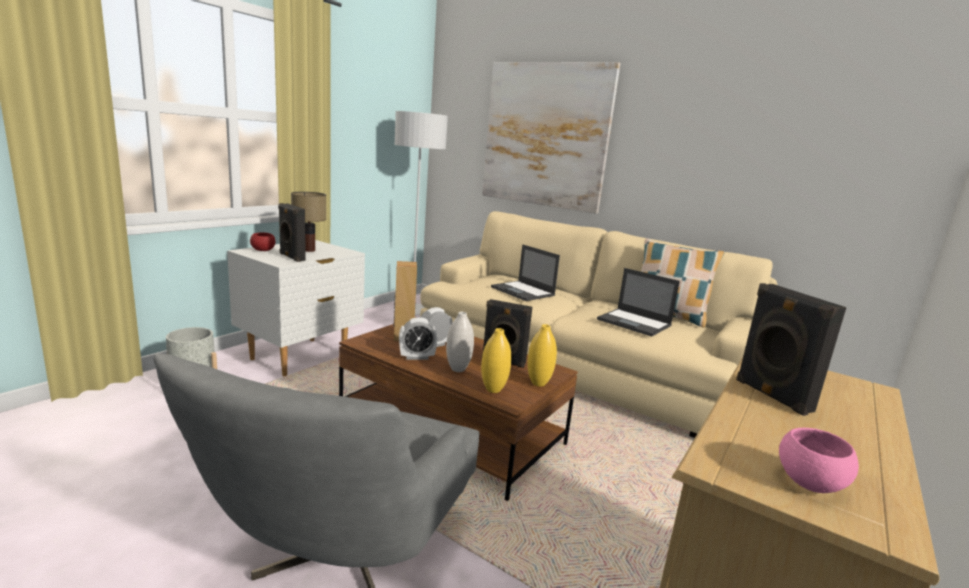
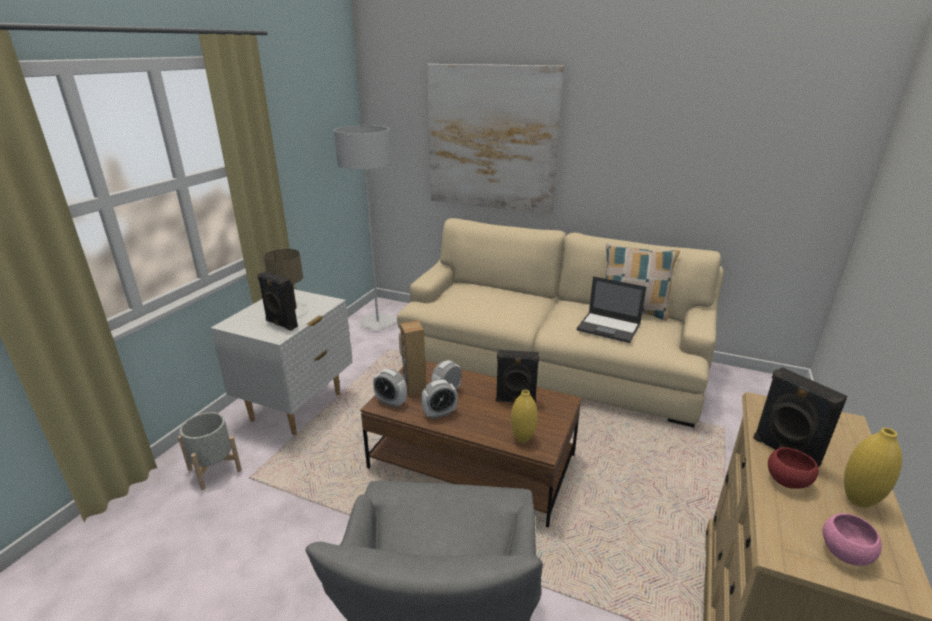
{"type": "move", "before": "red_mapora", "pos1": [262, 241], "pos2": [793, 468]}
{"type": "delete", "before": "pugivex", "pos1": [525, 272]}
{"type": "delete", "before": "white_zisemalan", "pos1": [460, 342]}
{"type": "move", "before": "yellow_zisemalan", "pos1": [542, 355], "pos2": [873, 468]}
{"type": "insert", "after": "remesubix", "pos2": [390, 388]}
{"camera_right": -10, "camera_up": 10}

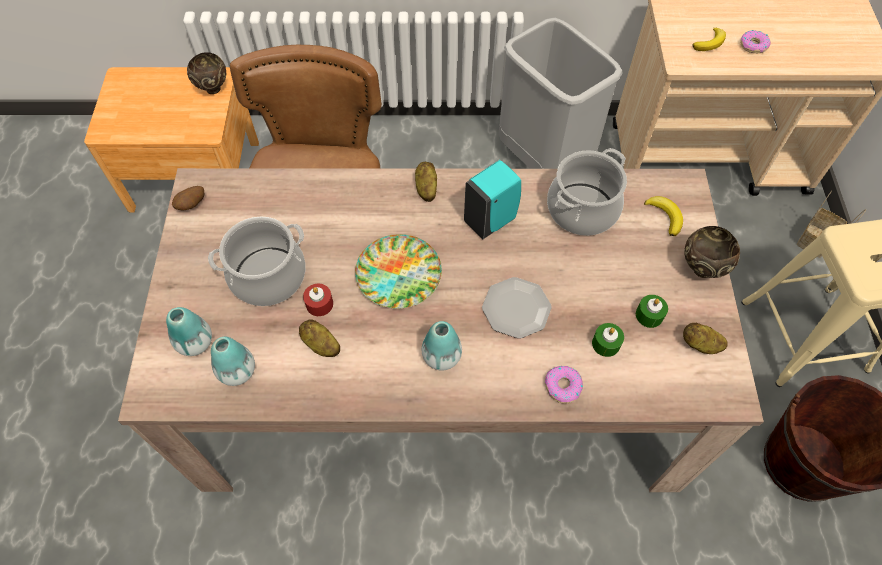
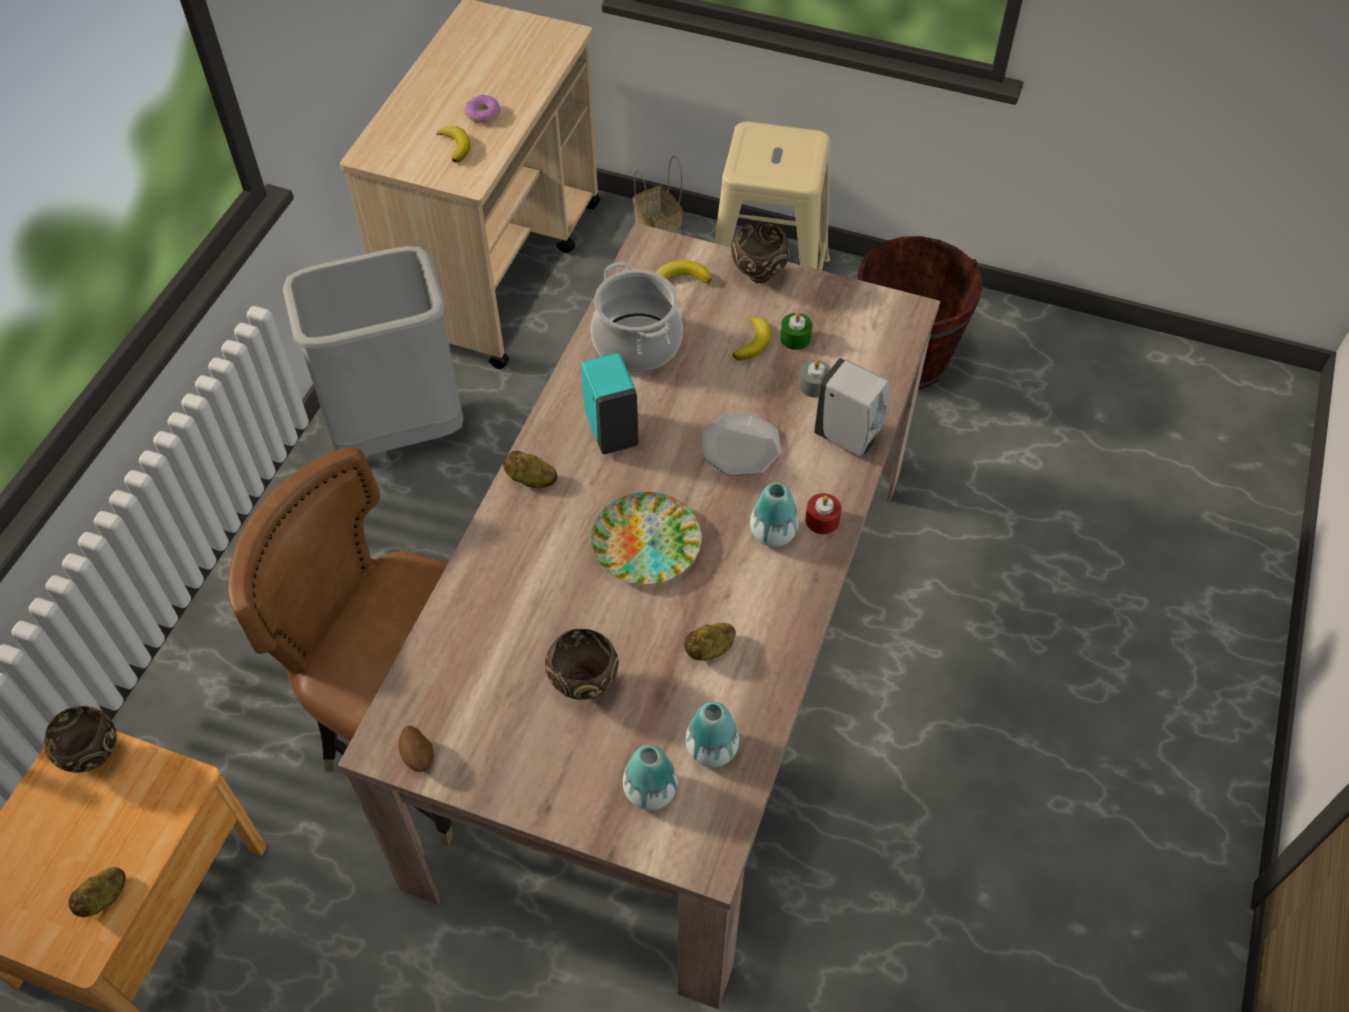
{"type": "replace", "before": "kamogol", "after": "brown_mapora", "pos1": [257, 261], "pos2": [582, 664]}
{"type": "move", "before": "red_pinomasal", "pos1": [318, 300], "pos2": [823, 513]}
{"type": "recolor", "before": "green_pinomasal", "after": "grey_pinomasal", "pos1": [608, 340], "pos2": [815, 378]}
{"type": "move", "before": "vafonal", "pos1": [705, 338], "pos2": [97, 892]}
{"type": "replace", "before": "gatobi", "after": "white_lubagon", "pos1": [564, 385], "pos2": [851, 407]}
{"type": "insert", "after": "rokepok", "pos2": [752, 339]}
{"camera_right": -70, "camera_up": -5}

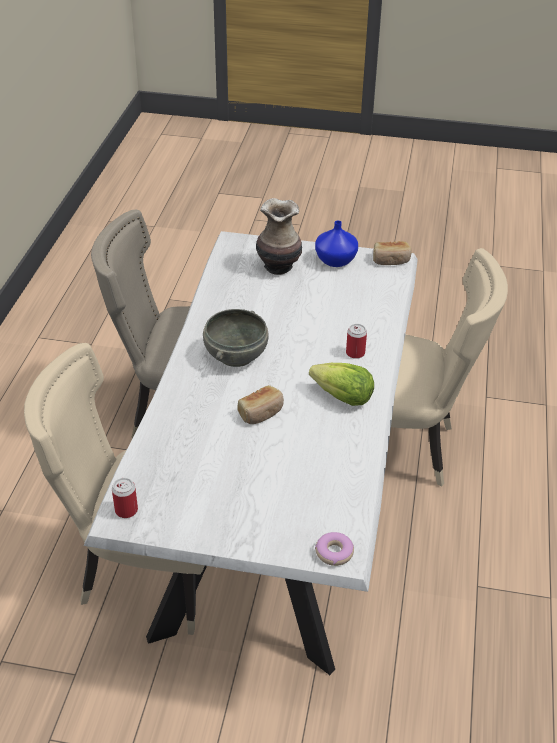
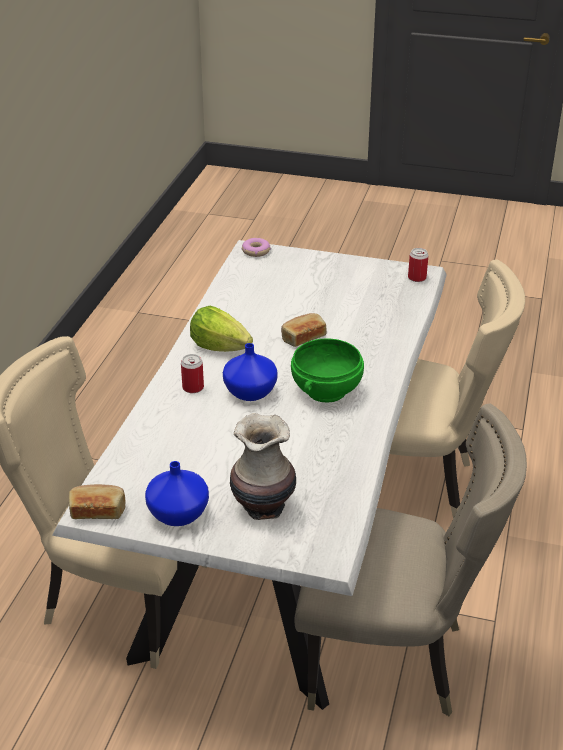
{"type": "recolor", "before": "grey_mapora", "after": "green_mapora", "pos1": [236, 338], "pos2": [327, 370]}
{"type": "insert", "after": "blue_zisemalan", "pos2": [250, 372]}
{"camera_right": -175, "camera_up": -5}

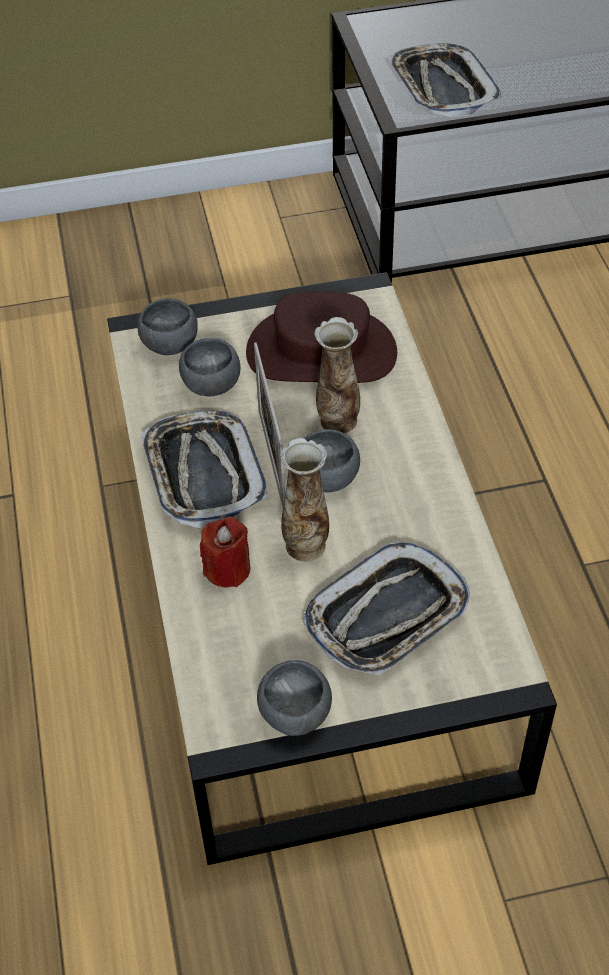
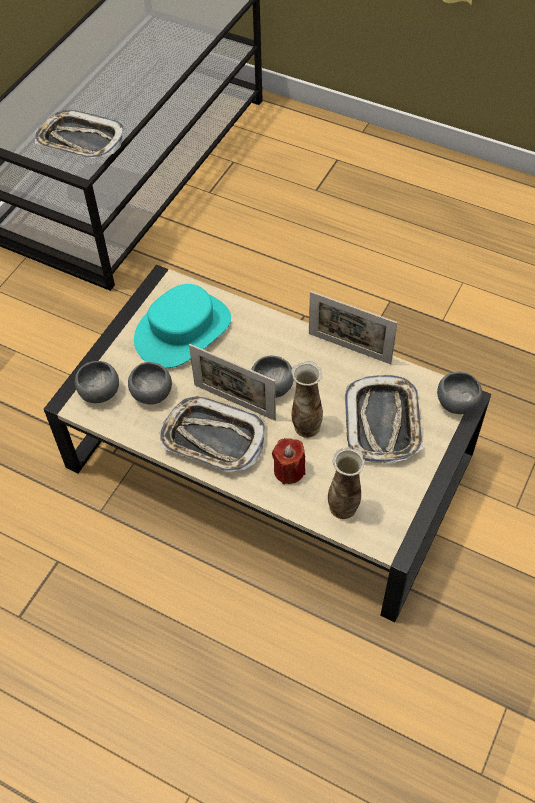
{"type": "recolor", "before": "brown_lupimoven", "after": "turquoise_lupimoven", "pos1": [321, 337], "pos2": [182, 326]}
{"type": "move", "before": "zisemalan", "pos1": [337, 375], "pos2": [346, 483]}
{"type": "move", "before": "grey_mapora", "pos1": [294, 698], "pos2": [459, 393]}
{"type": "insert", "after": "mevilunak", "pos2": [353, 327]}
{"camera_right": -50, "camera_up": 5}

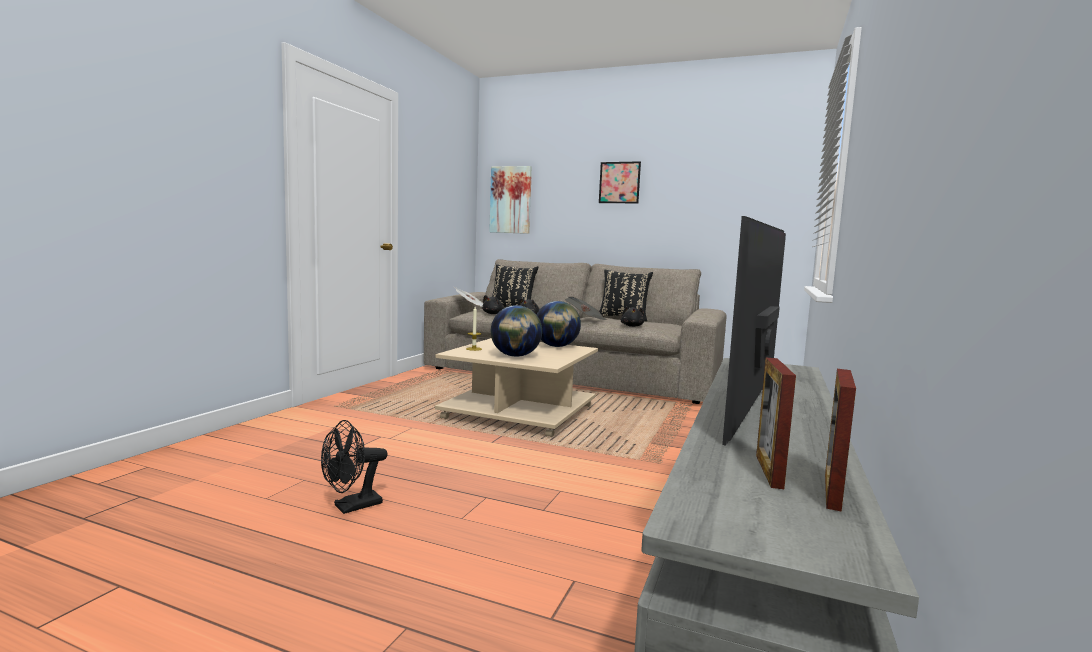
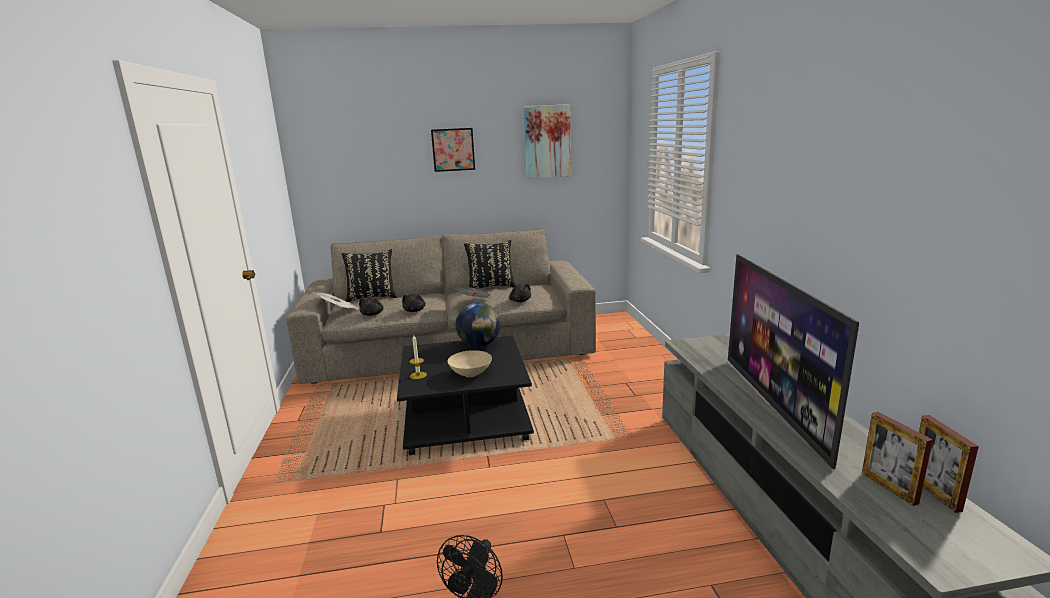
{"type": "move", "before": "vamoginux", "pos1": [510, 200], "pos2": [547, 141]}
{"type": "replace", "before": "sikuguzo", "after": "beige_mapora", "pos1": [516, 331], "pos2": [470, 363]}
{"type": "recolor", "before": "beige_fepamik", "after": "black_fepamik", "pos1": [516, 387], "pos2": [465, 395]}
{"camera_right": -30, "camera_up": 10}

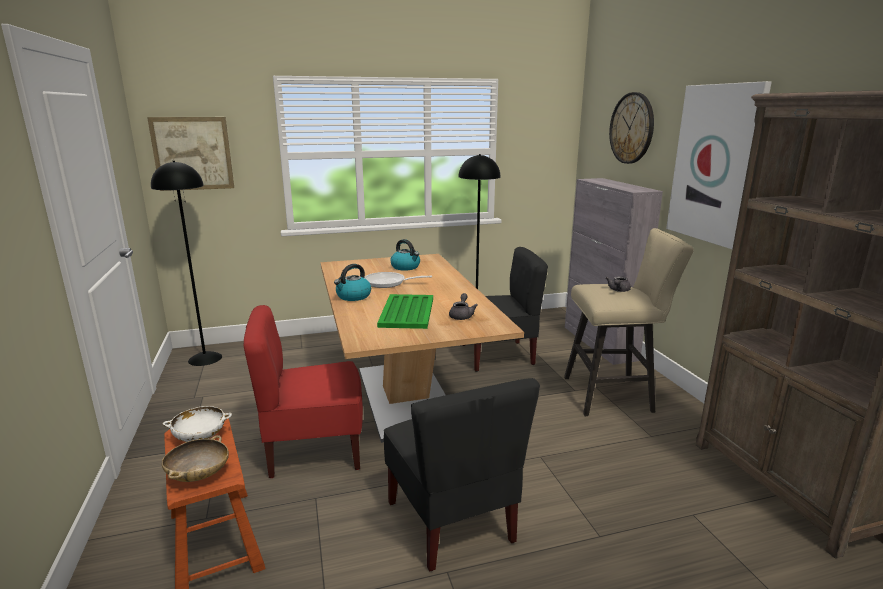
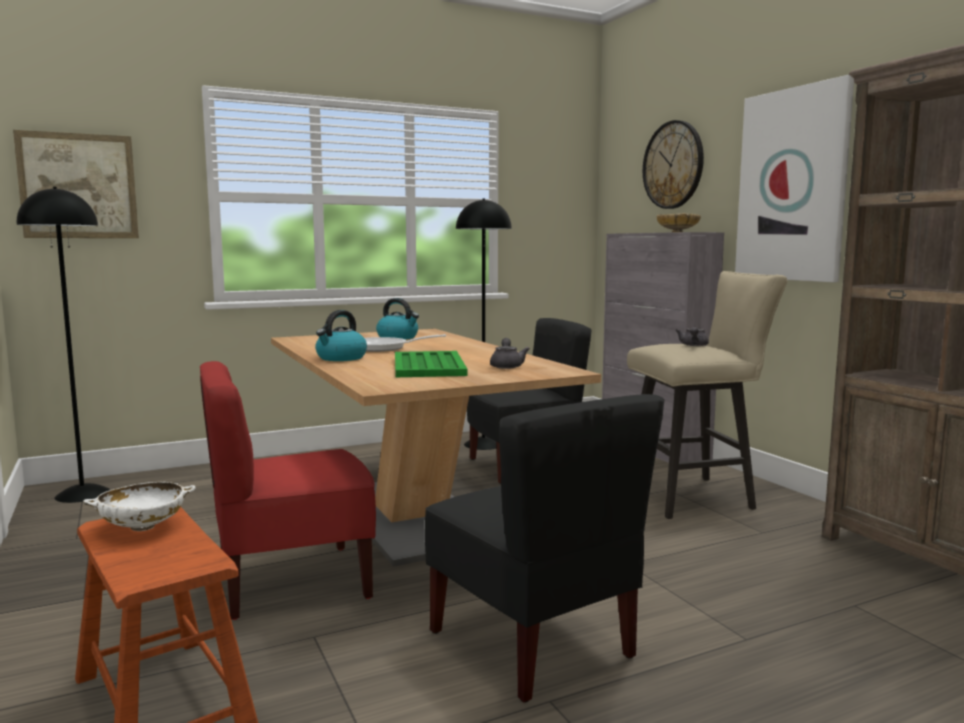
{"type": "move", "before": "beige_mapora", "pos1": [195, 458], "pos2": [679, 222]}
{"camera_right": -10, "camera_up": -10}

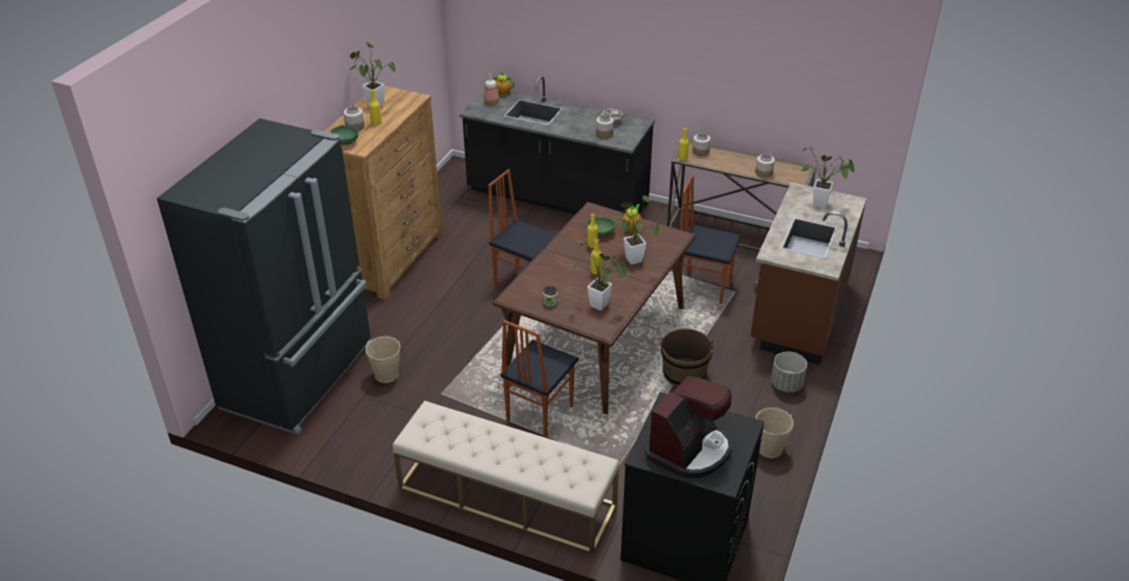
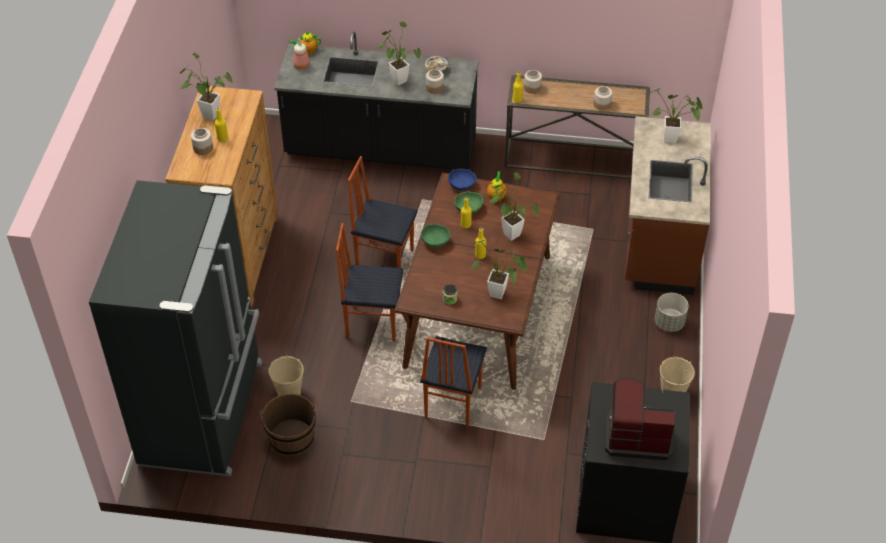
{"type": "move", "before": "green_mapora", "pos1": [344, 134], "pos2": [436, 235]}
{"type": "move", "before": "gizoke", "pos1": [710, 239], "pos2": [369, 282]}
{"type": "move", "before": "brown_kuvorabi", "pos1": [687, 357], "pos2": [288, 425]}
{"type": "rotate", "before": "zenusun", "pos1": [688, 427], "pos2": [640, 419], "turn": -105}
{"type": "delete", "before": "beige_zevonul", "pos1": [506, 478]}
{"type": "insert", "after": "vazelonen", "pos2": [399, 53]}
{"type": "insert", "after": "blue_mapora", "pos2": [462, 180]}
{"camera_right": -15, "camera_up": 10}

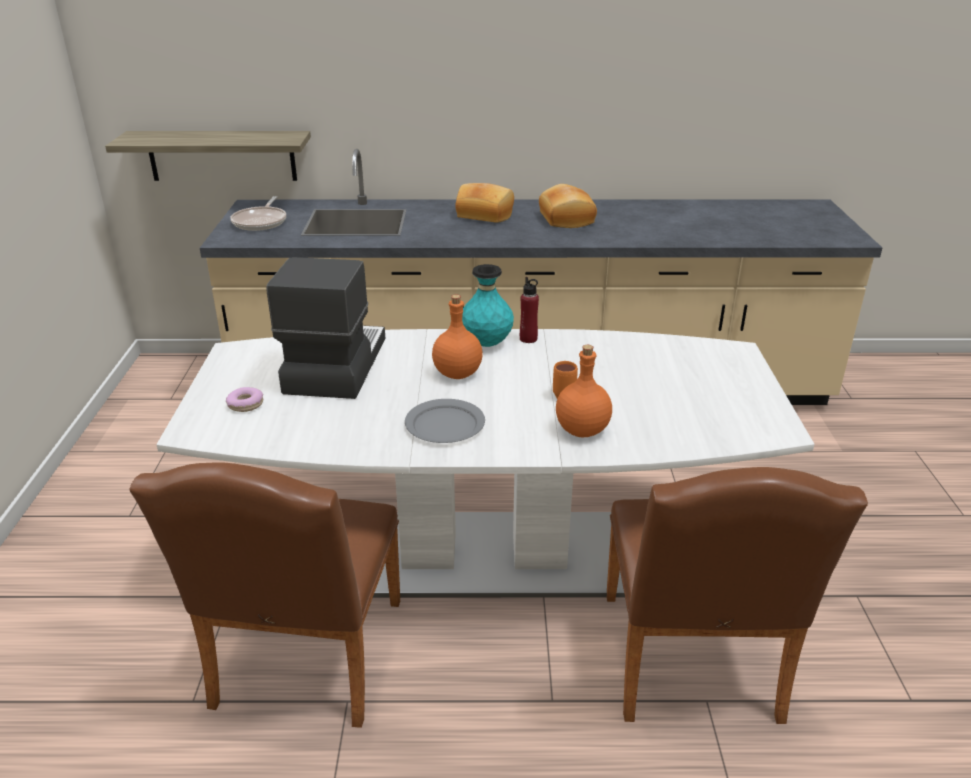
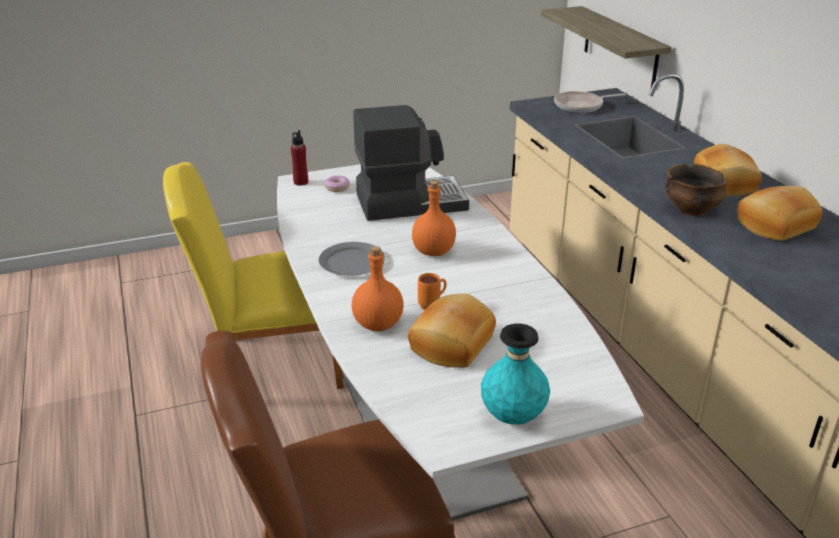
{"type": "move", "before": "turquoise_zisemalan", "pos1": [488, 305], "pos2": [515, 374]}
{"type": "move", "before": "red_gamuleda", "pos1": [529, 310], "pos2": [299, 158]}
{"type": "recolor", "before": "brown_gizoke", "after": "yellow_gizoke", "pos1": [265, 595], "pos2": [253, 275]}
{"type": "insert", "after": "mapora", "pos2": [696, 190]}
{"type": "insert", "after": "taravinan", "pos2": [452, 330]}
{"camera_right": 70, "camera_up": 0}

